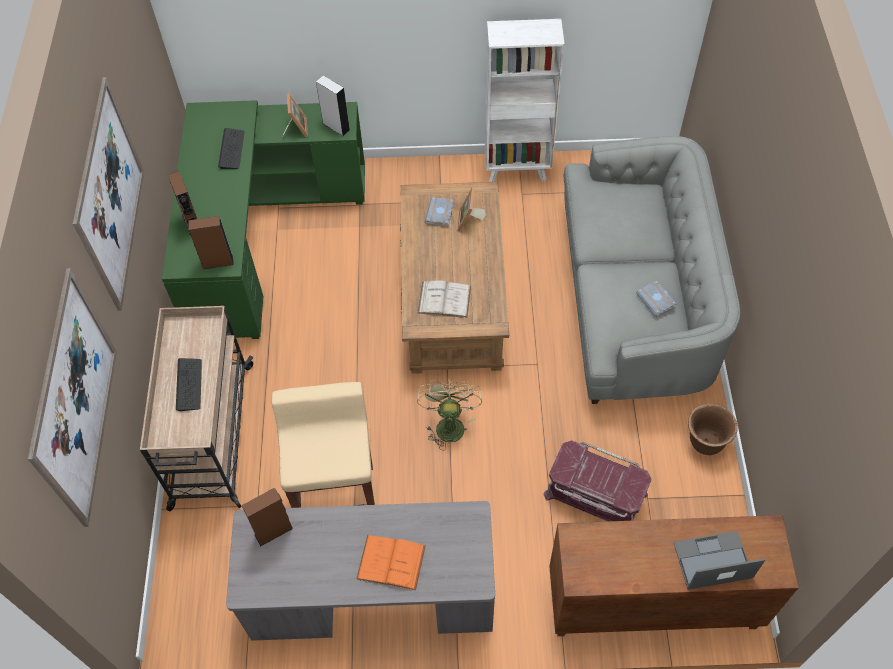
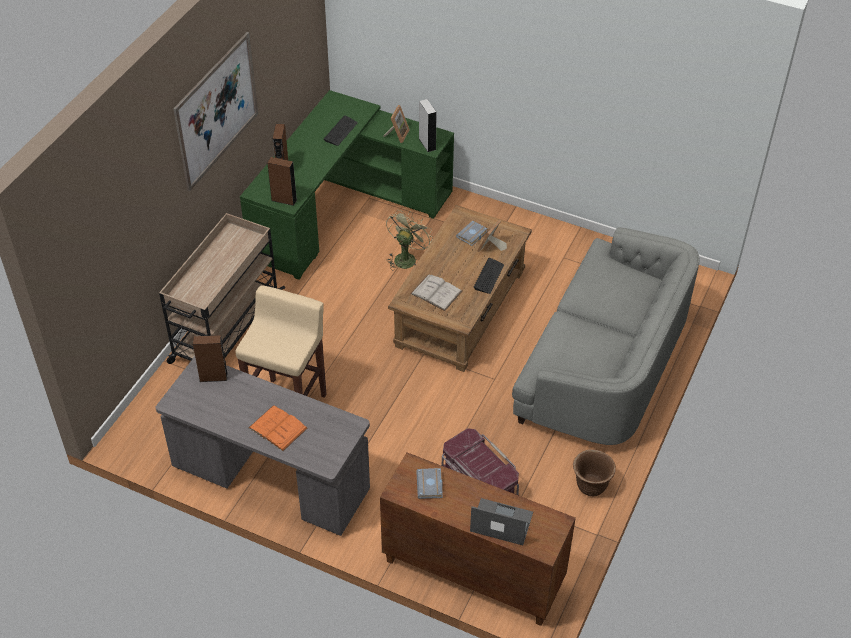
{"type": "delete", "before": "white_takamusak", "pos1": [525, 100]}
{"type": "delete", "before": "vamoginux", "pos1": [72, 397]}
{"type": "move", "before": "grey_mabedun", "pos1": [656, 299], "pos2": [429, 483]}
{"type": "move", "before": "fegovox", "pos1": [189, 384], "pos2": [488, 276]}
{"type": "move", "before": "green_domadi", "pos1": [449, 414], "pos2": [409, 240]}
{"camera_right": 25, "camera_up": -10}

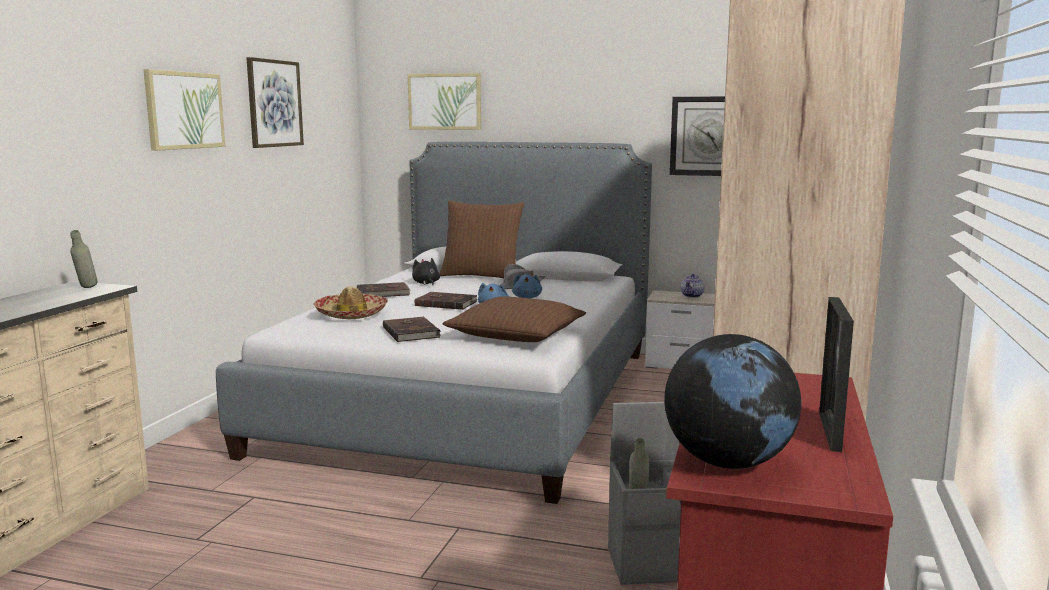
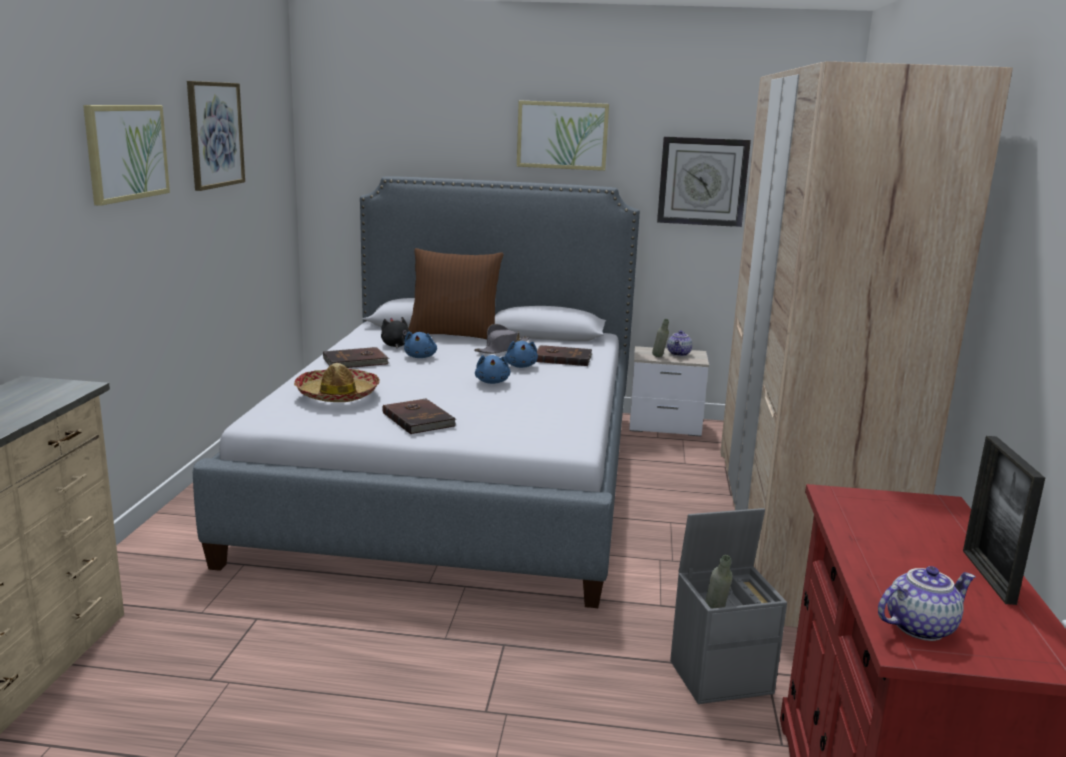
{"type": "move", "before": "vamoginux", "pos1": [444, 101], "pos2": [563, 135]}
{"type": "move", "before": "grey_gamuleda", "pos1": [84, 259], "pos2": [660, 338]}
{"type": "move", "before": "brown_mabedun", "pos1": [446, 301], "pos2": [564, 355]}
{"type": "delete", "before": "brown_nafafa", "pos1": [514, 319]}
{"type": "replace", "before": "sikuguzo", "after": "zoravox", "pos1": [732, 401], "pos2": [927, 603]}
{"type": "insert", "after": "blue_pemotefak", "pos2": [420, 344]}
{"camera_right": -10, "camera_up": 5}

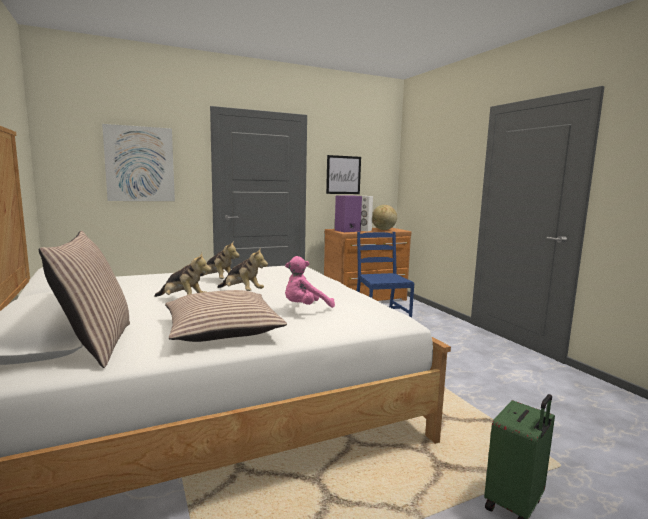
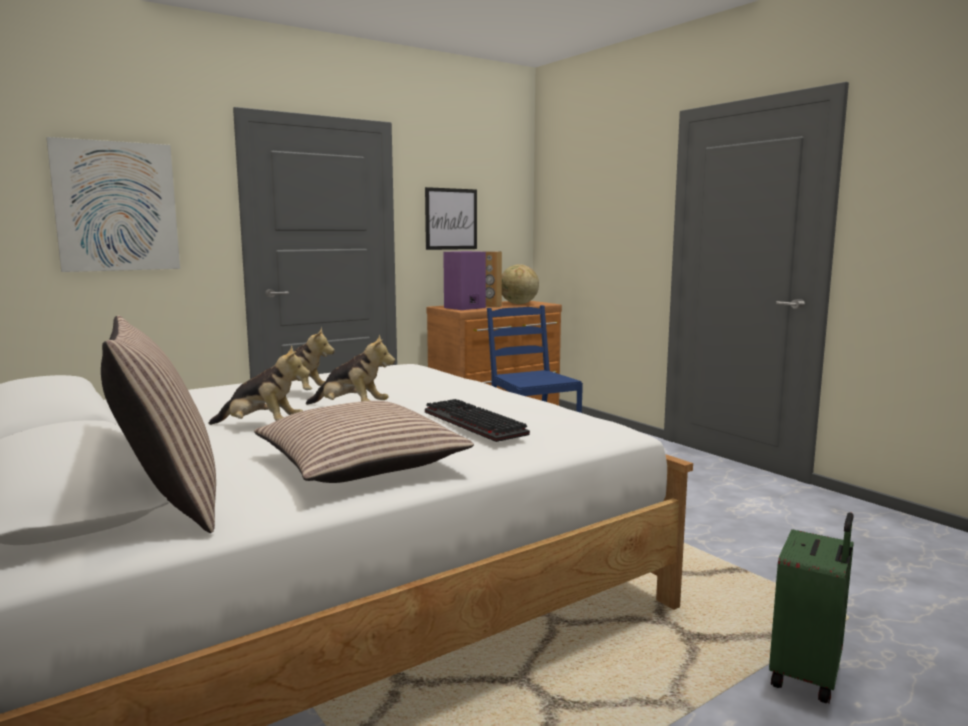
{"type": "recolor", "before": "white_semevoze", "after": "brown_semevoze", "pos1": [367, 214], "pos2": [492, 279]}
{"type": "replace", "before": "pink_pemotefak", "after": "fegovox", "pos1": [310, 282], "pos2": [477, 420]}
{"camera_right": -10, "camera_up": 0}

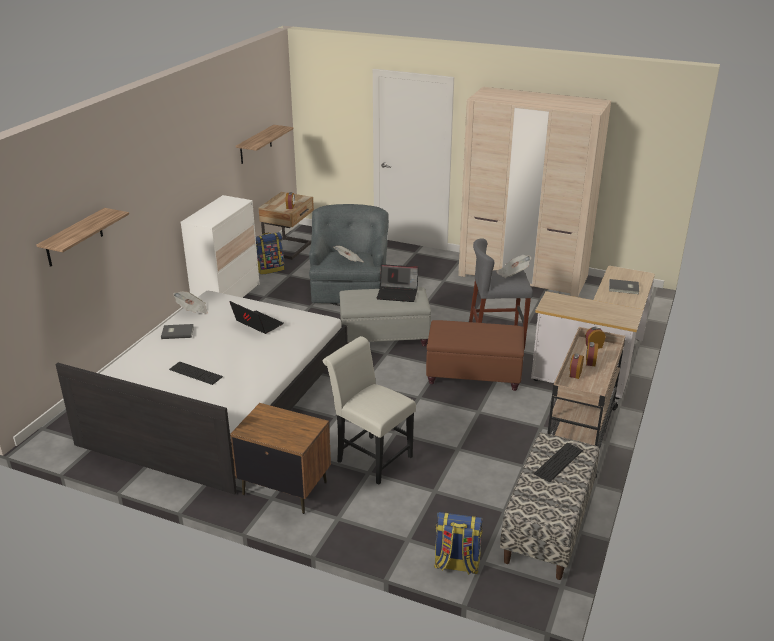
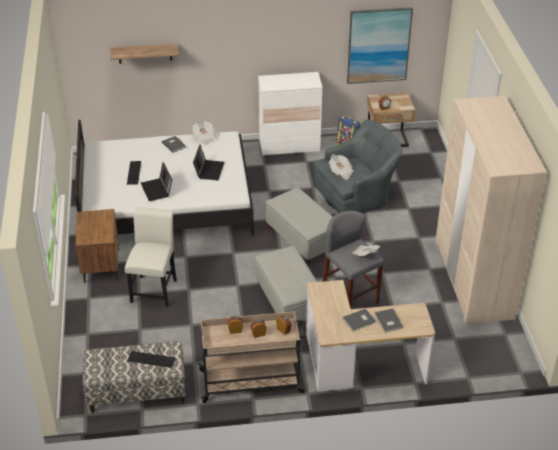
{"type": "replace", "before": "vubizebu", "after": "vamoginux", "pos1": [265, 144], "pos2": [380, 45]}
{"type": "move", "before": "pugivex", "pos1": [398, 283], "pos2": [156, 181]}
{"type": "recolor", "before": "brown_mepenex", "after": "grey_mepenex", "pos1": [475, 355], "pos2": [286, 284]}
{"type": "delete", "before": "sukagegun", "pos1": [458, 543]}
{"type": "insert", "after": "grey_mabedun", "pos2": [359, 320]}
{"camera_right": 60, "camera_up": 10}

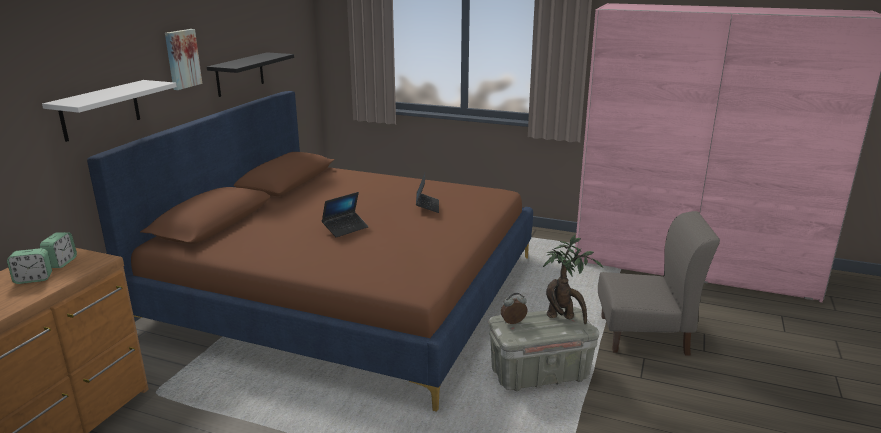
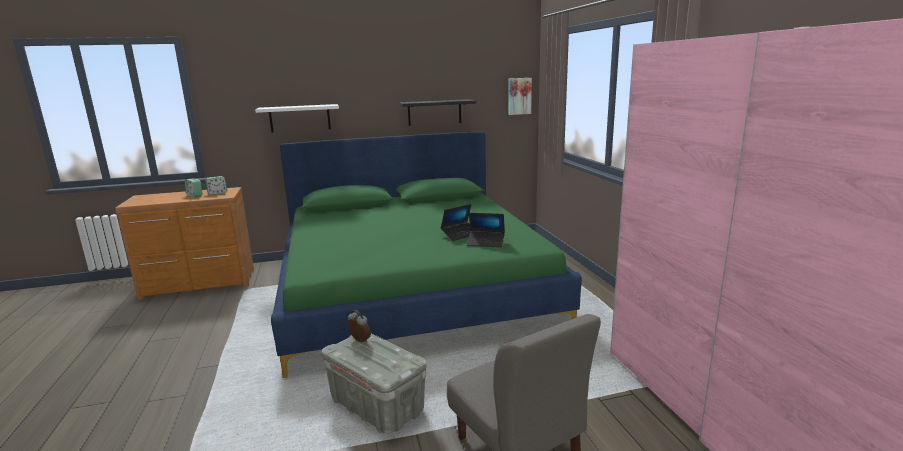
{"type": "move", "before": "vamoginux", "pos1": [183, 59], "pos2": [520, 96]}
{"type": "recolor", "before": "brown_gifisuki", "after": "green_gifisuki", "pos1": [310, 251], "pos2": [426, 255]}
{"type": "move", "before": "pugivex", "pos1": [345, 214], "pos2": [486, 230]}
{"type": "delete", "before": "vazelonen", "pos1": [573, 279]}
{"camera_right": 55, "camera_up": -5}

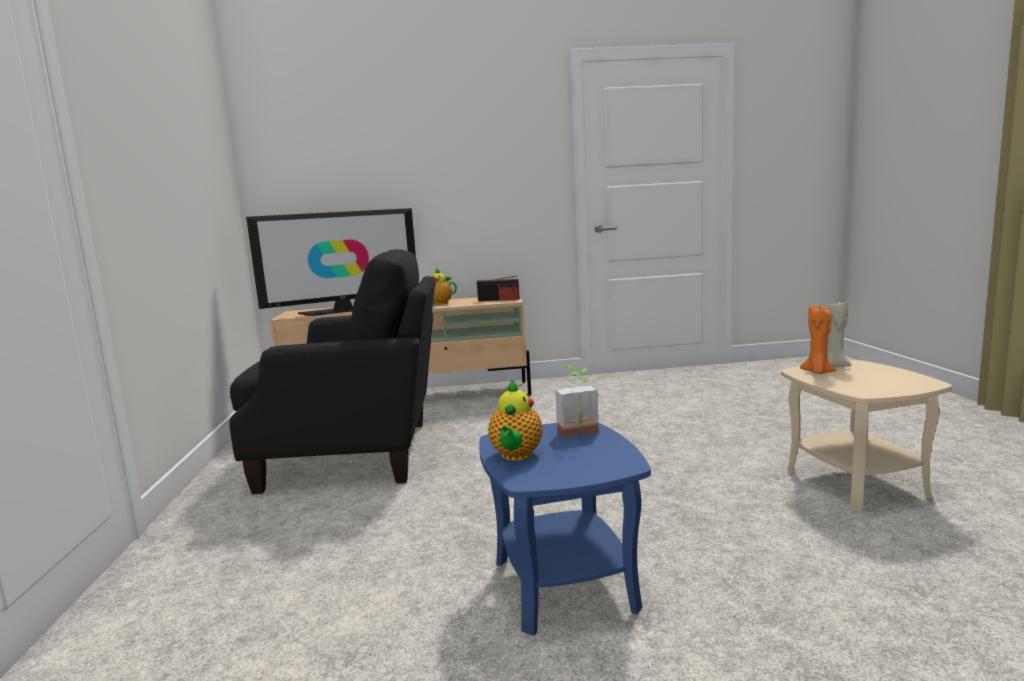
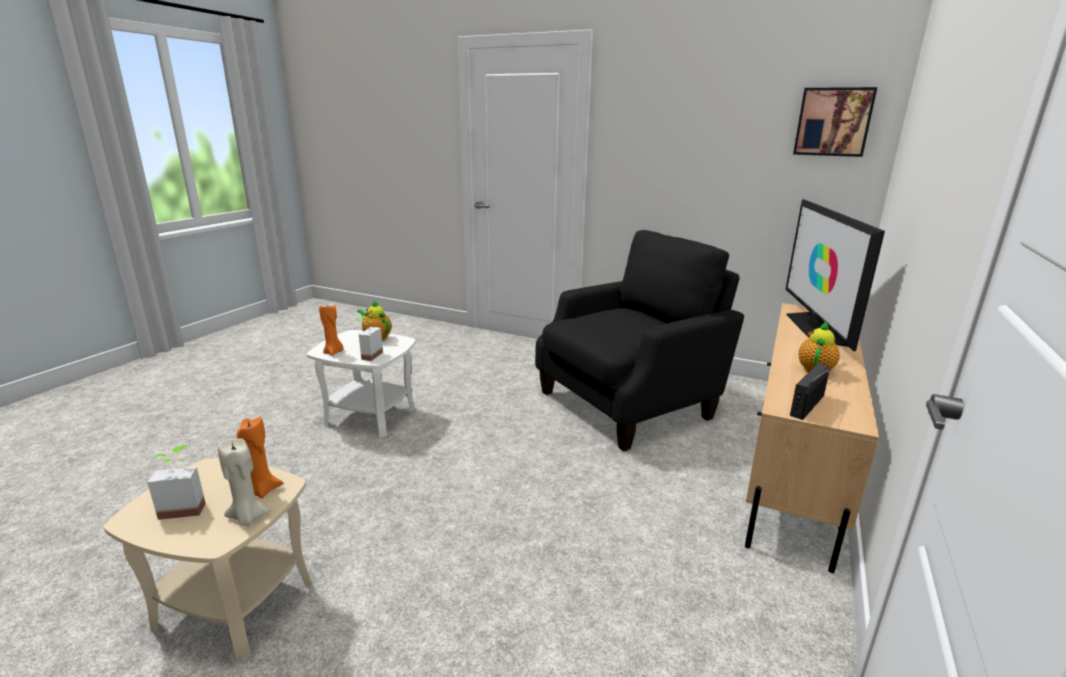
{"type": "rotate", "before": "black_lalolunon", "pos1": [333, 371], "pos2": [639, 340], "turn": -150}
{"type": "recolor", "before": "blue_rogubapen", "after": "white_rogubapen", "pos1": [565, 529], "pos2": [361, 383]}
{"type": "insert", "after": "vamoginux", "pos2": [835, 122]}
{"type": "insert", "after": "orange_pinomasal", "pos2": [331, 330]}
{"type": "insert", "after": "vazelonen", "pos2": [176, 482]}
{"camera_right": 120, "camera_up": 10}

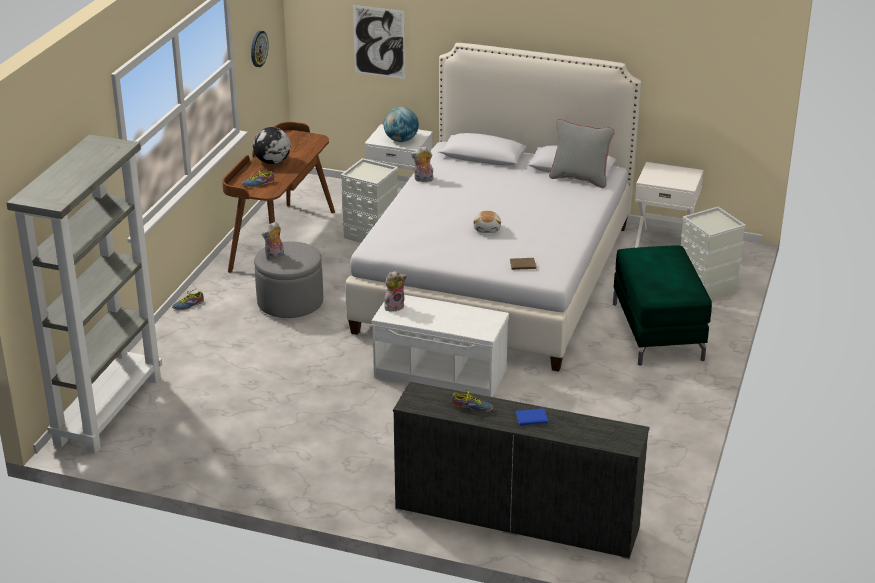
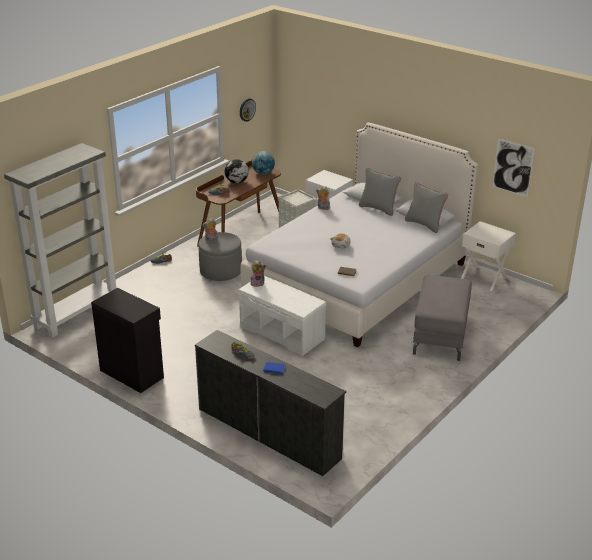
{"type": "move", "before": "vamoginux", "pos1": [379, 42], "pos2": [513, 167]}
{"type": "move", "before": "sikuguzo", "pos1": [401, 124], "pos2": [263, 162]}
{"type": "delete", "before": "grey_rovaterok", "pos1": [713, 253]}
{"type": "recolor", "before": "green_mepenex", "after": "grey_mepenex", "pos1": [662, 305], "pos2": [442, 318]}
{"type": "insert", "after": "grey_nafafa", "pos2": [380, 192]}
{"type": "insert", "after": "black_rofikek", "pos2": [127, 340]}
{"camera_right": 20, "camera_up": 0}

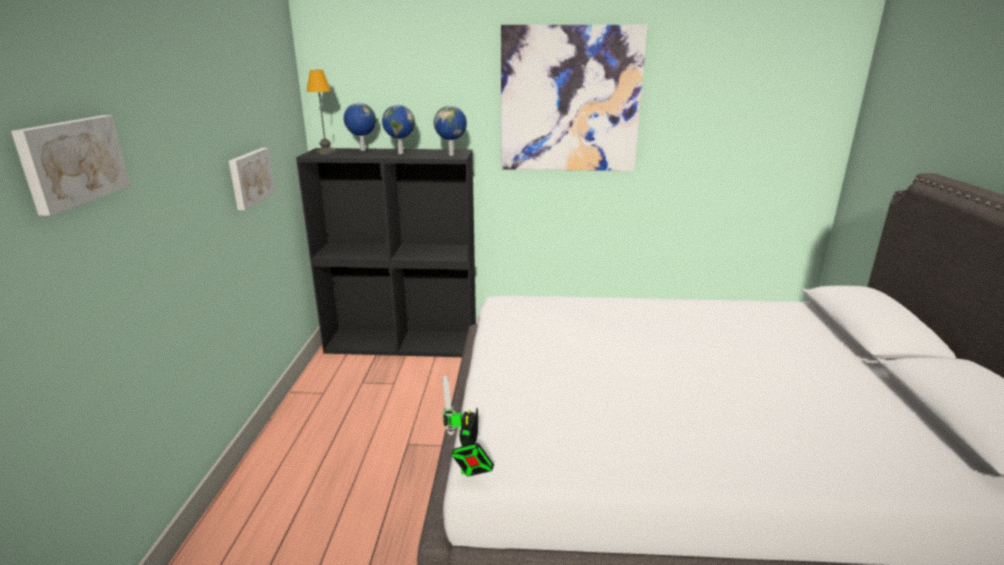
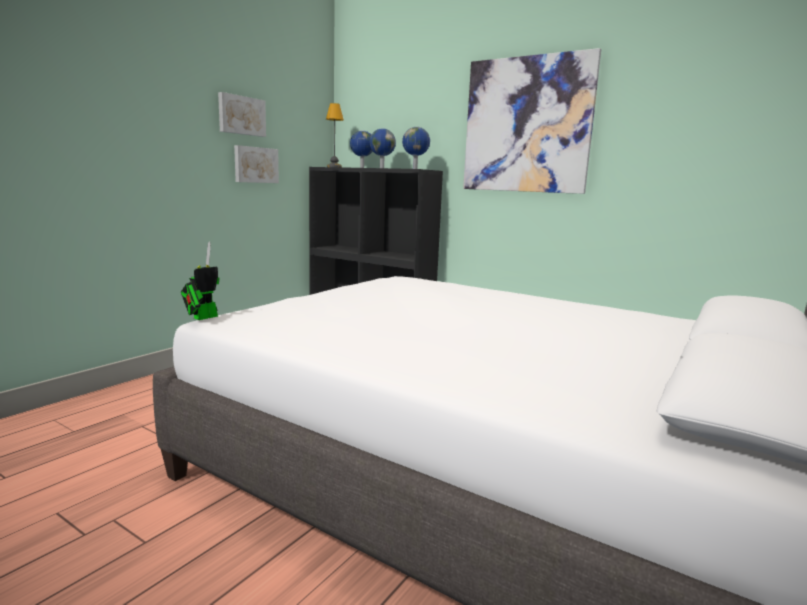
{"type": "move", "before": "vamoginux", "pos1": [71, 165], "pos2": [242, 114]}
{"camera_right": 30, "camera_up": -10}

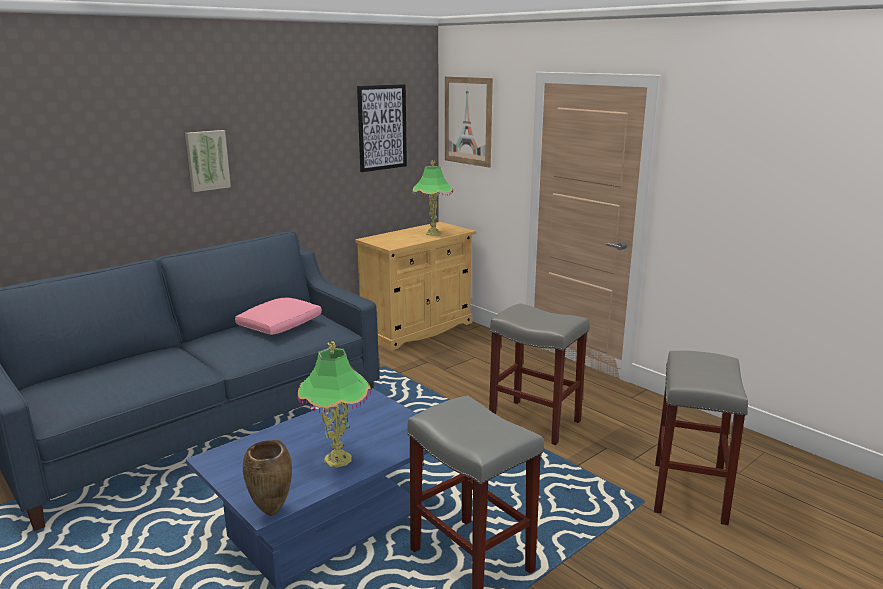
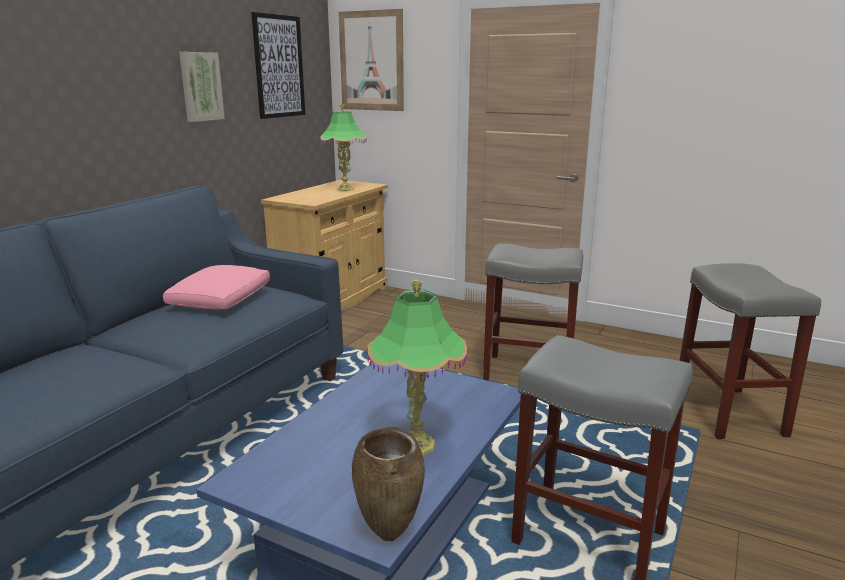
{"type": "move", "before": "vamoginux", "pos1": [208, 161], "pos2": [202, 87]}
{"camera_right": -20, "camera_up": 0}

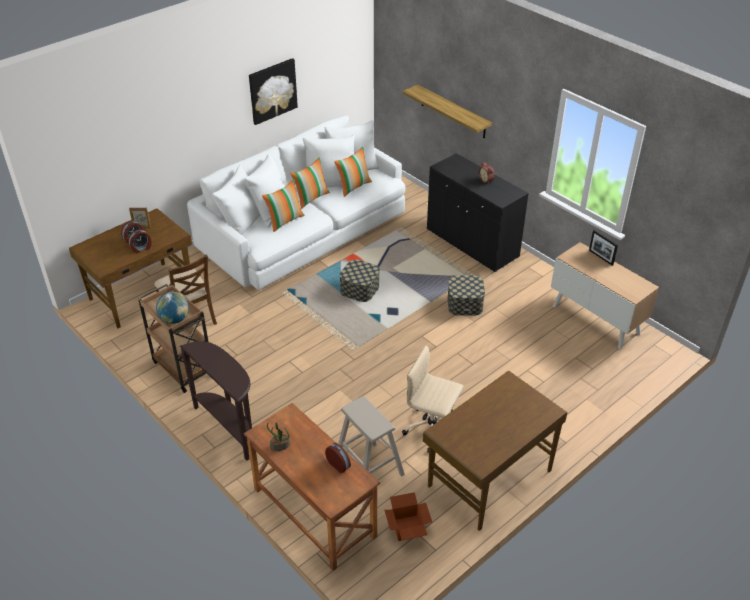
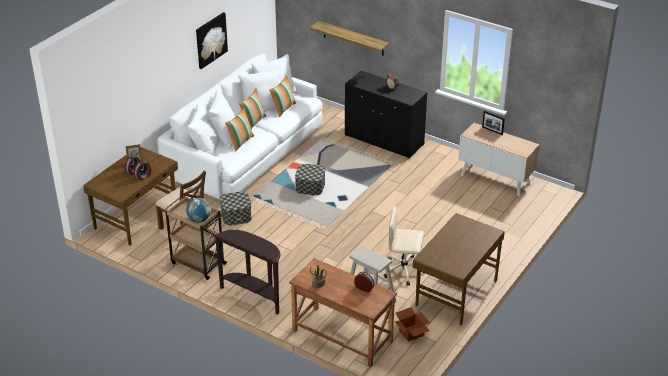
{"type": "move", "before": "rovaterok", "pos1": [466, 295], "pos2": [236, 208]}
{"camera_right": -15, "camera_up": -5}

